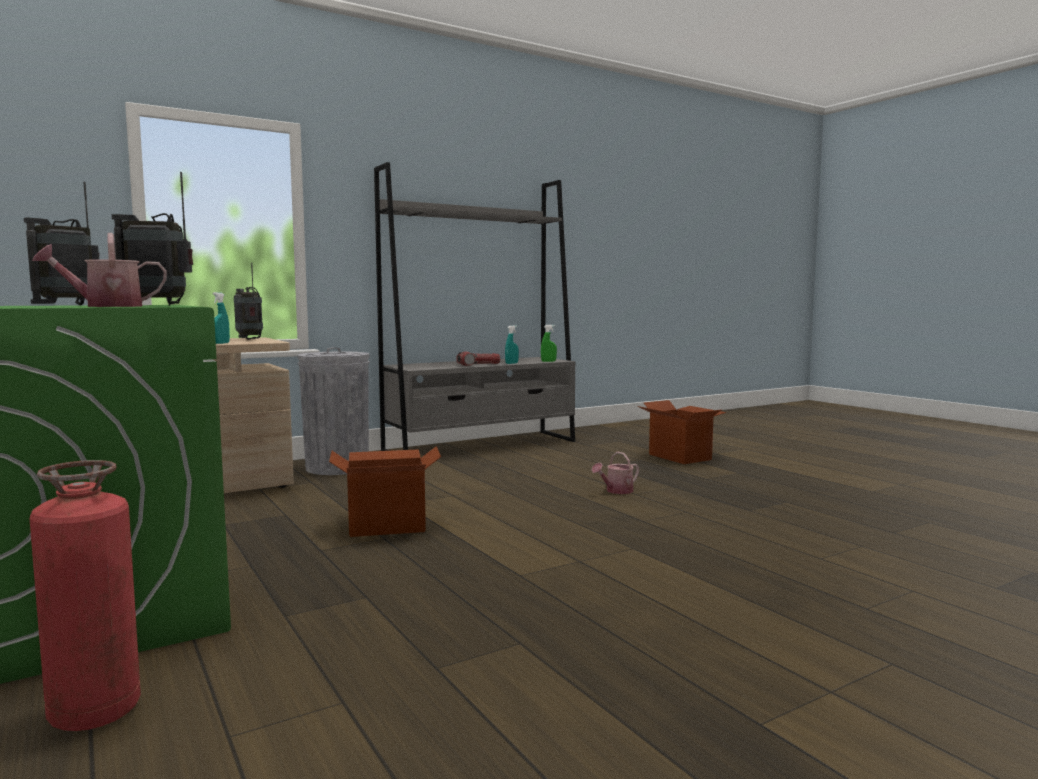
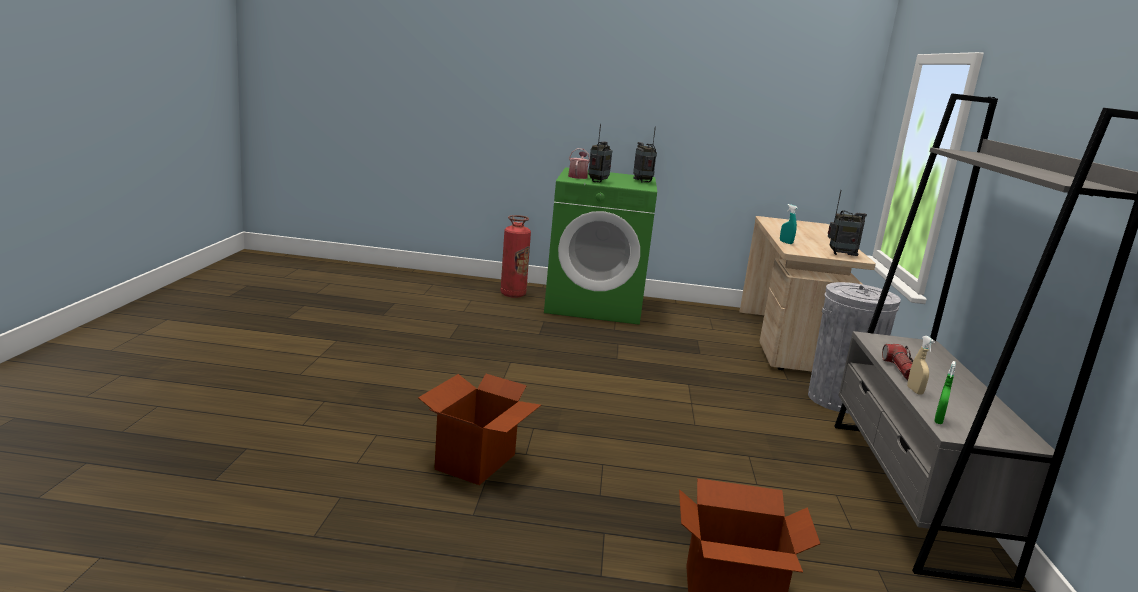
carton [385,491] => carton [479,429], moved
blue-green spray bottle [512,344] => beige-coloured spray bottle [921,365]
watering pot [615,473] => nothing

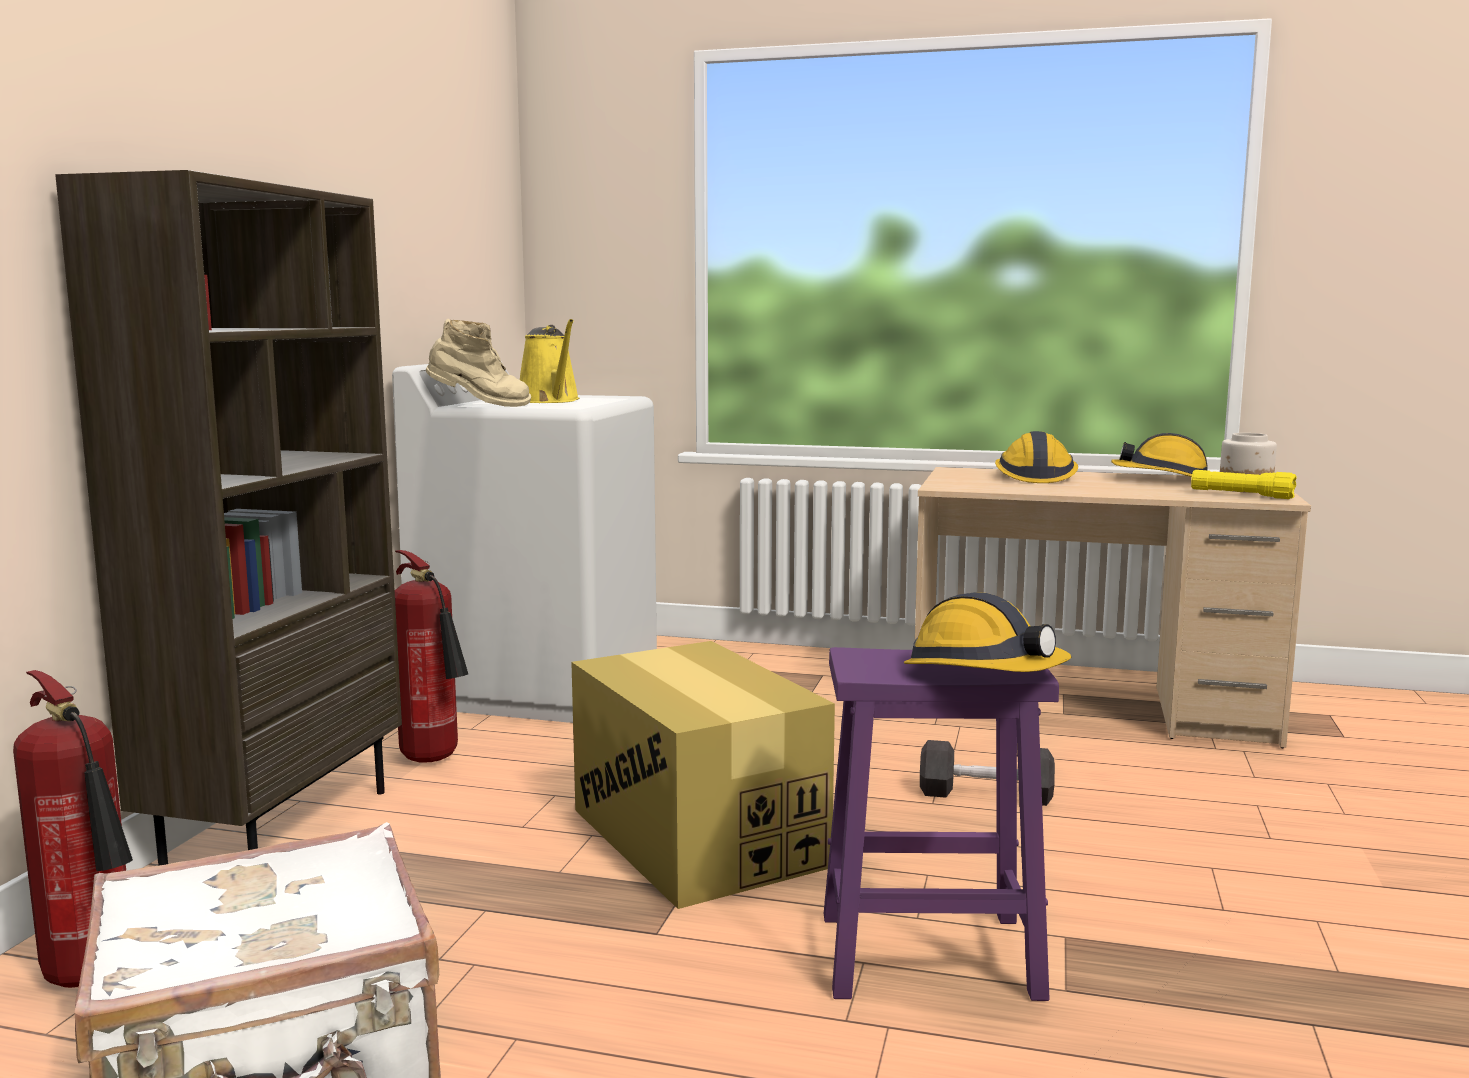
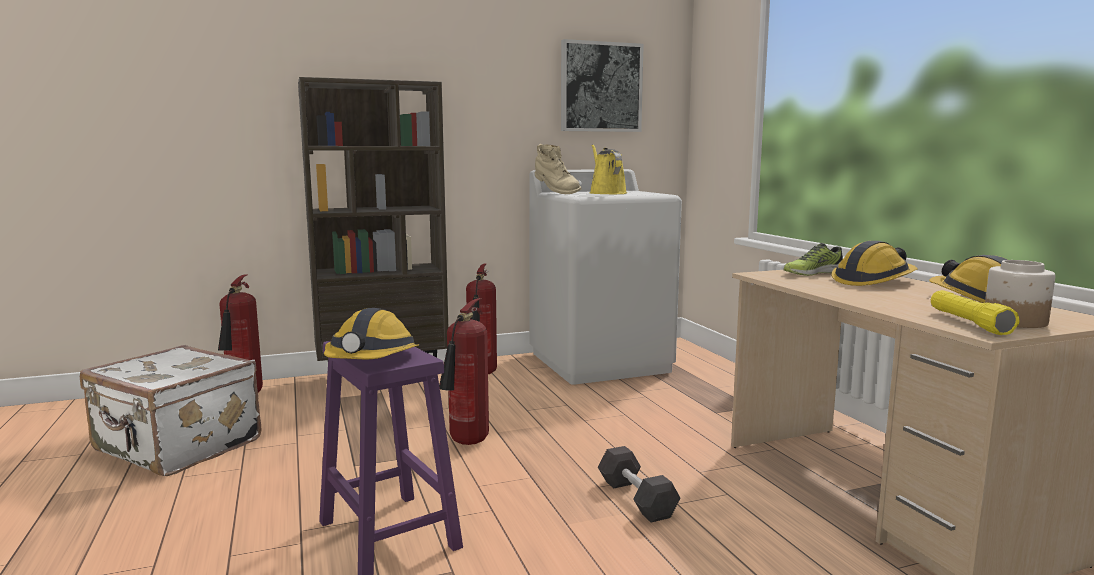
yellow watering pot [549,361] => yellow watering pot [608,169], 135 degrees clockwise
carton [703,775] => extinguisher [464,371]
nothing => picture [602,85]
nothing => low shoe [813,259]

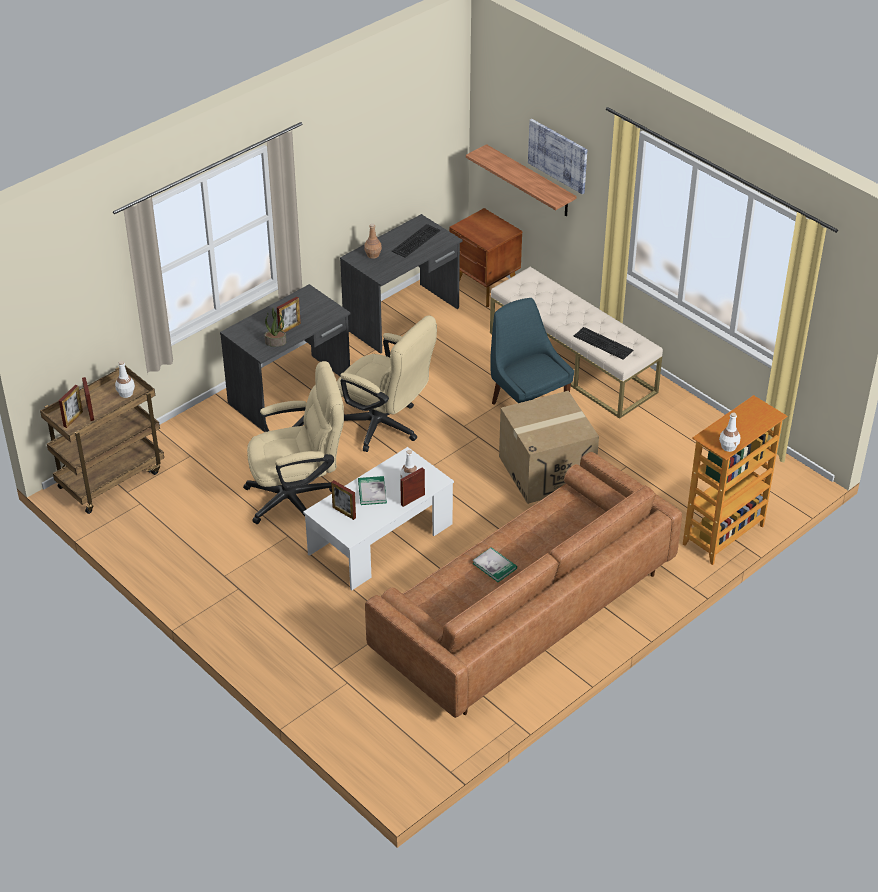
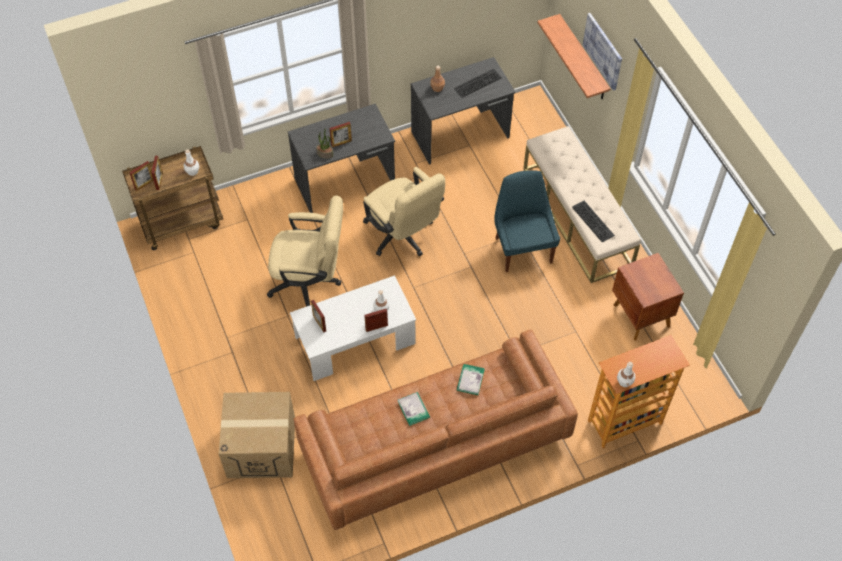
bound book [372,490] => bound book [471,379], moved
brownish bedside table [485,257] => brownish bedside table [648,296], moved
carton [549,447] => carton [257,435], moved

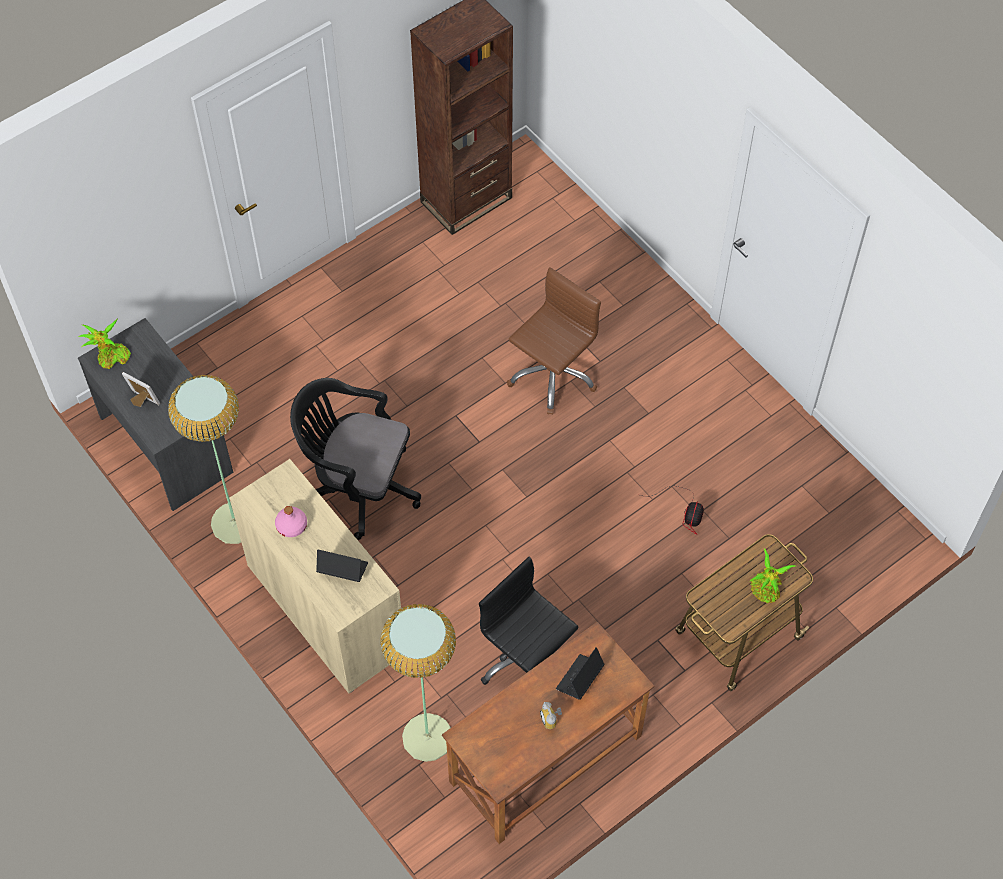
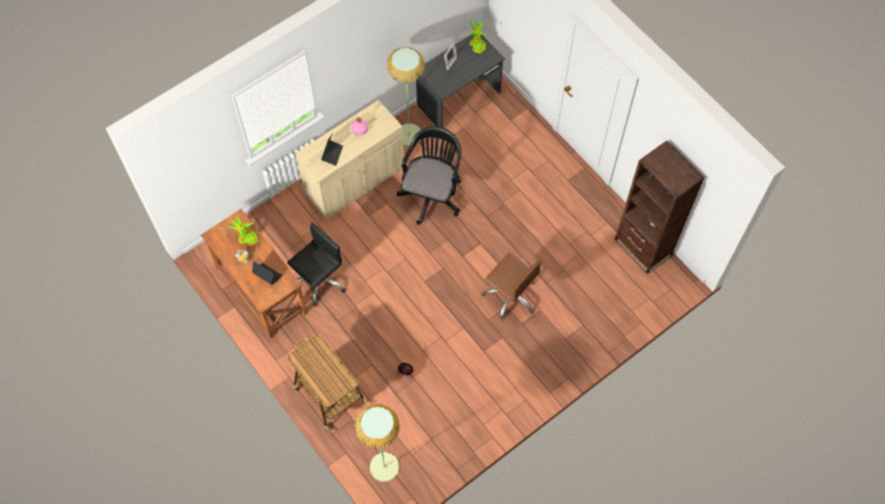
floor lamp [418,683] => floor lamp [377,443], moved
plant in a pot [772,575] => plant in a pot [243,230], moved

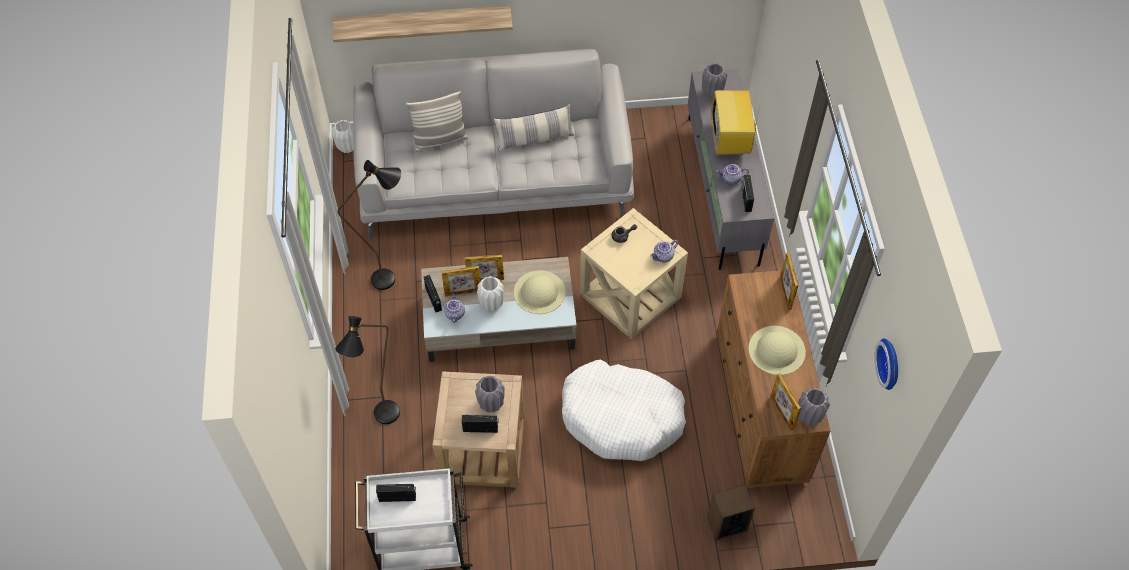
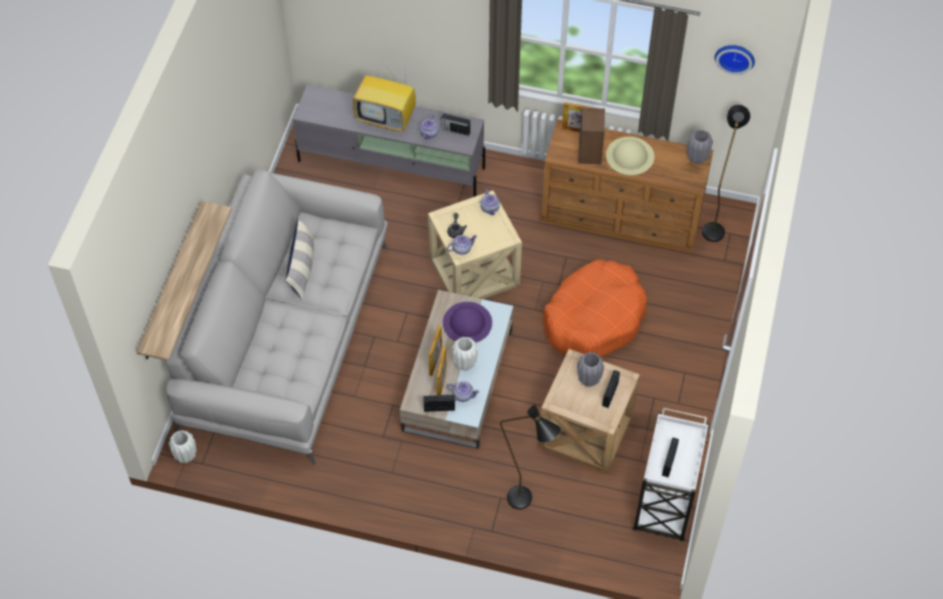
blackish floor lamp [369,225] => blackish floor lamp [726,173], moved
throw pillow [437,121] => nothing
beige-coloured wearable hat [539,292] => purple-coloured wearable hat [467,322]
whitish dog cushion [624,410] => orange dog cushion [595,308]
greyish vase [714,81] => nothing
loudspeaker [731,513] => loudspeaker [592,136], moved
picture frame [786,402] => nothing
nothing => teapot [462,245]

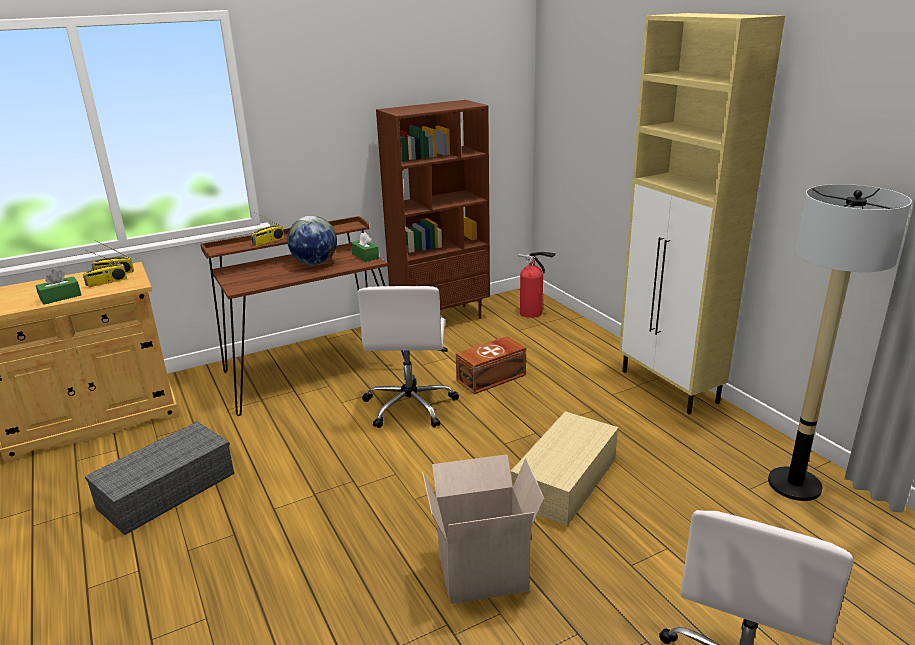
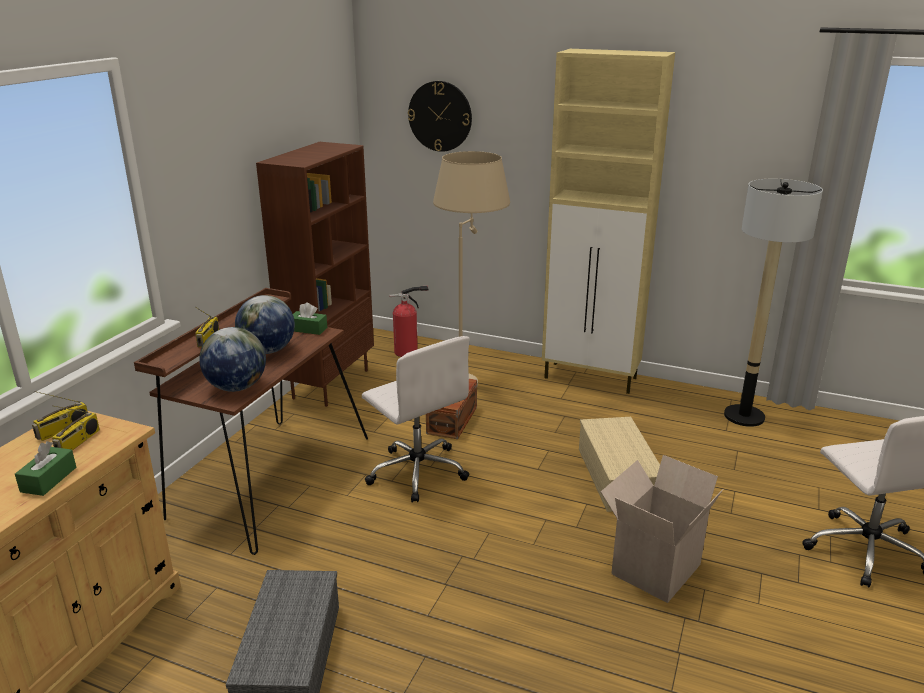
nothing => globe [232,359]
nothing => wall clock [440,116]
nothing => beige-coloured floor lamp [471,268]

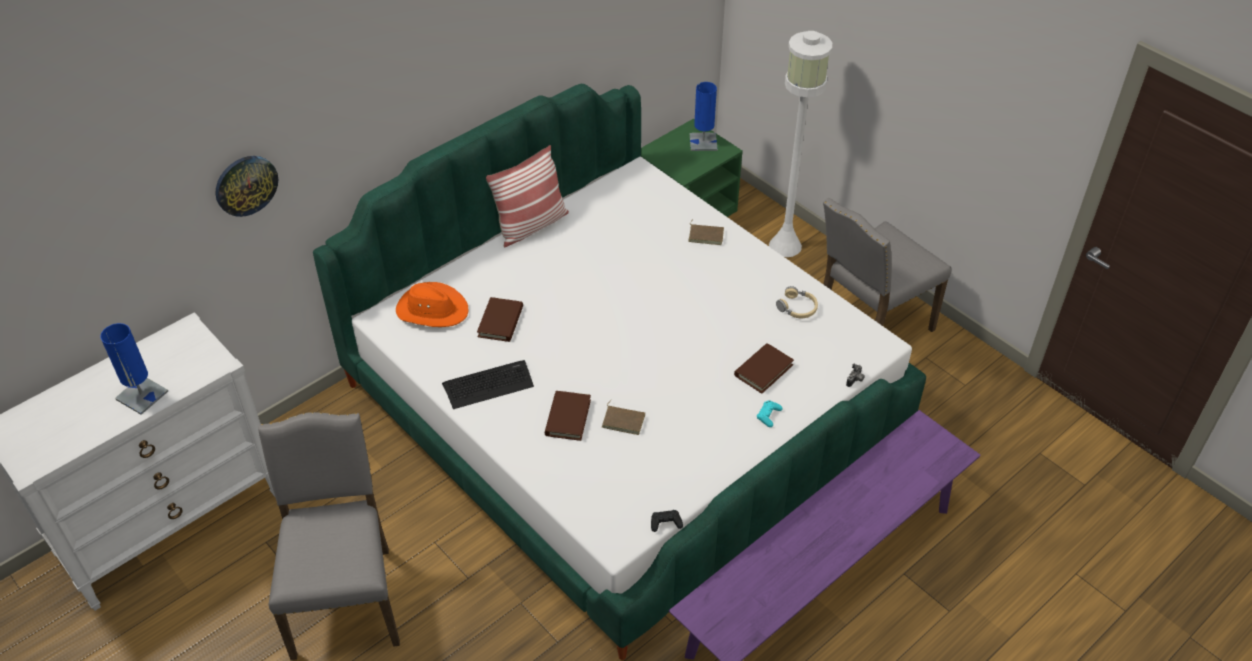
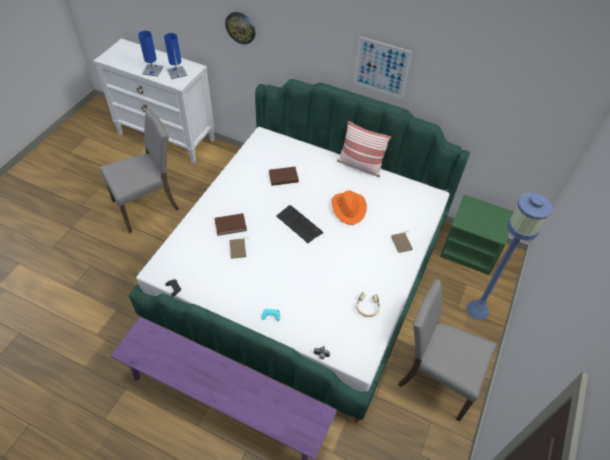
orange wearable hat [432,304] => orange wearable hat [349,207], moved
PC keyboard [488,384] => PC keyboard [299,224], moved
blue table lamp [703,116] => blue table lamp [175,56], moved
brownish bound book [764,368] => nothing
whitish floor lamp [800,144] => blue floor lamp [509,256]
nothing => picture [383,67]

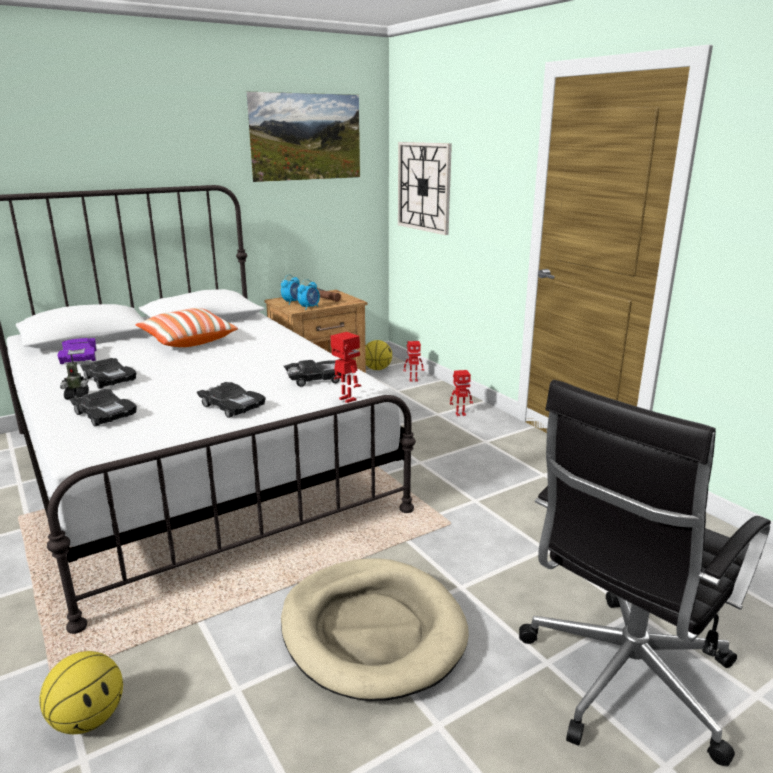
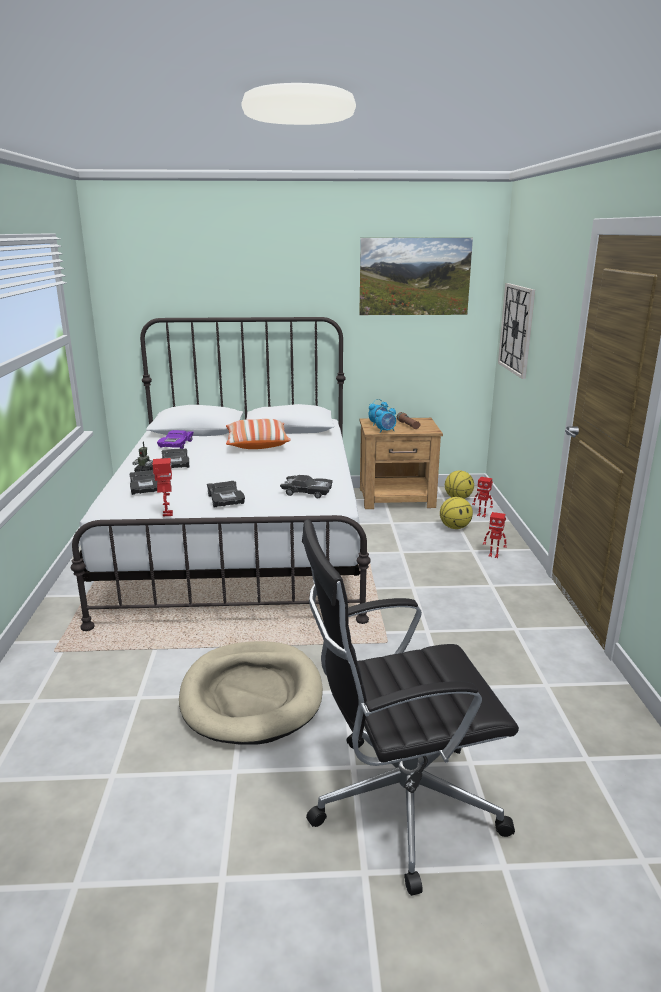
basketball ball [81,692] => basketball ball [456,513], moved
model robot [346,367] => model robot [163,487], moved

